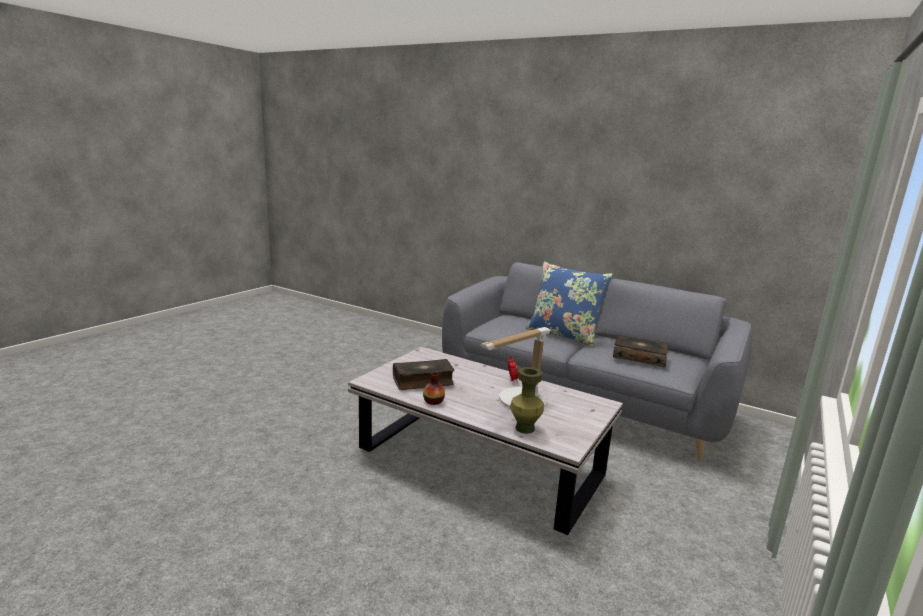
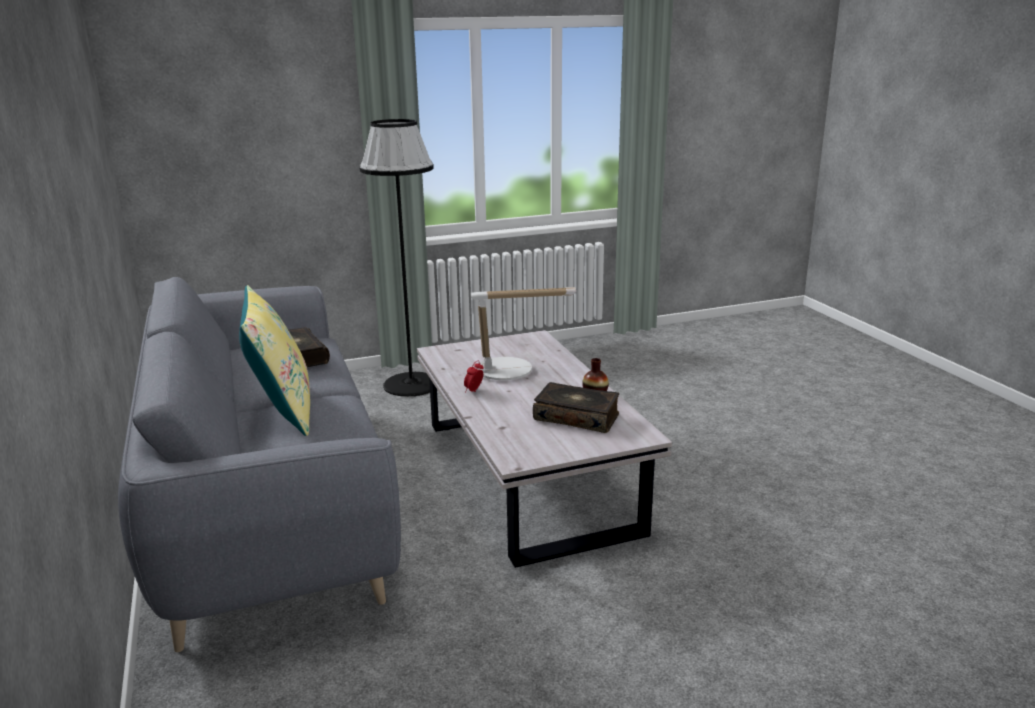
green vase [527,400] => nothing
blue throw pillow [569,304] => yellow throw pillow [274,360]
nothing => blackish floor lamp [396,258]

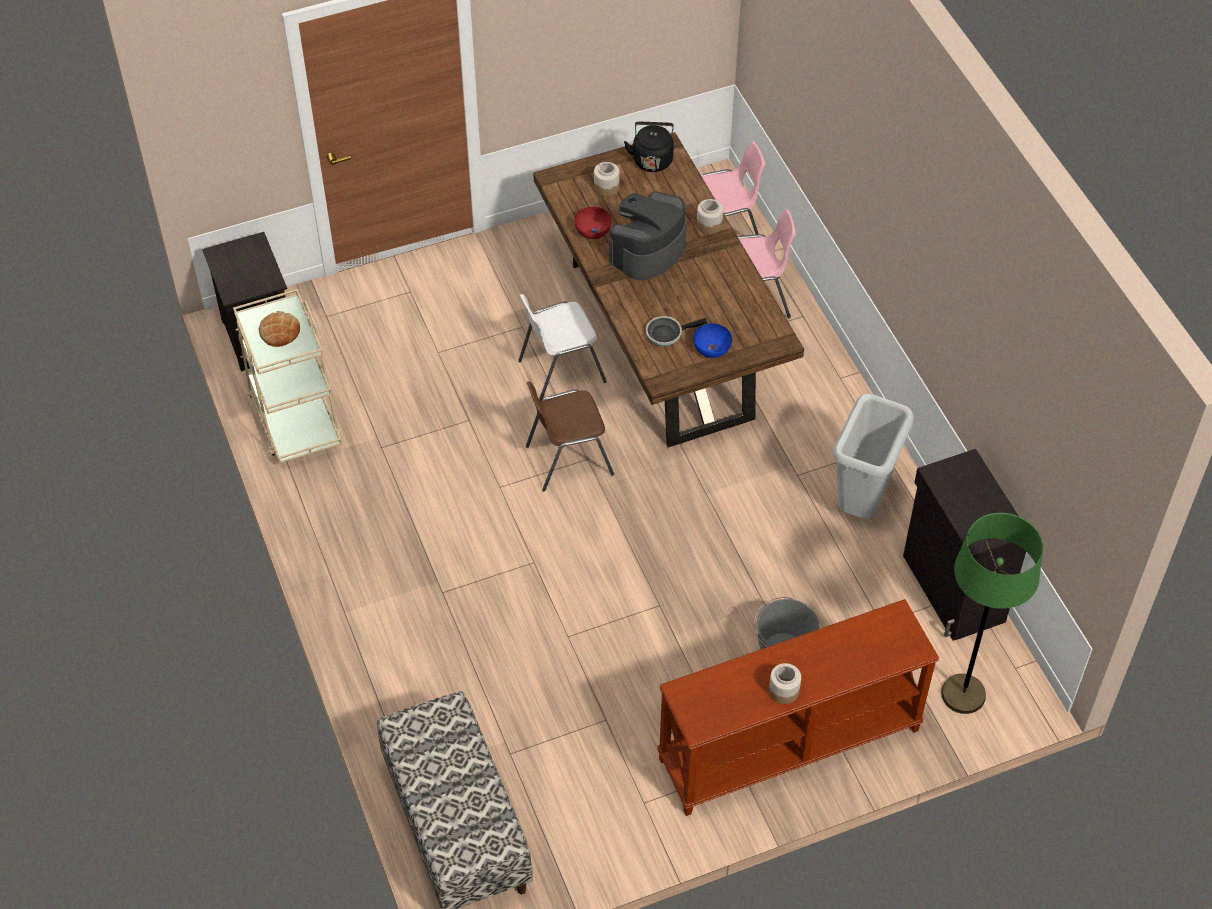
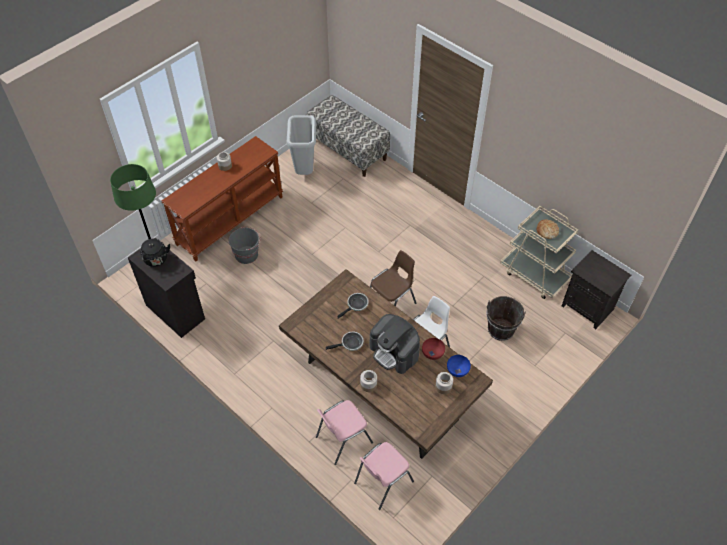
coffee maker [647,235] => coffee maker [395,344], 120 degrees clockwise
blackish kettle [649,147] => blackish kettle [155,253], moved
blue bowl [713,340] => blue bowl [459,366], moved
greyish trash can [873,456] => greyish trash can [301,145], moved
nothing => pan [345,341]
nothing => brownish pail [506,318]

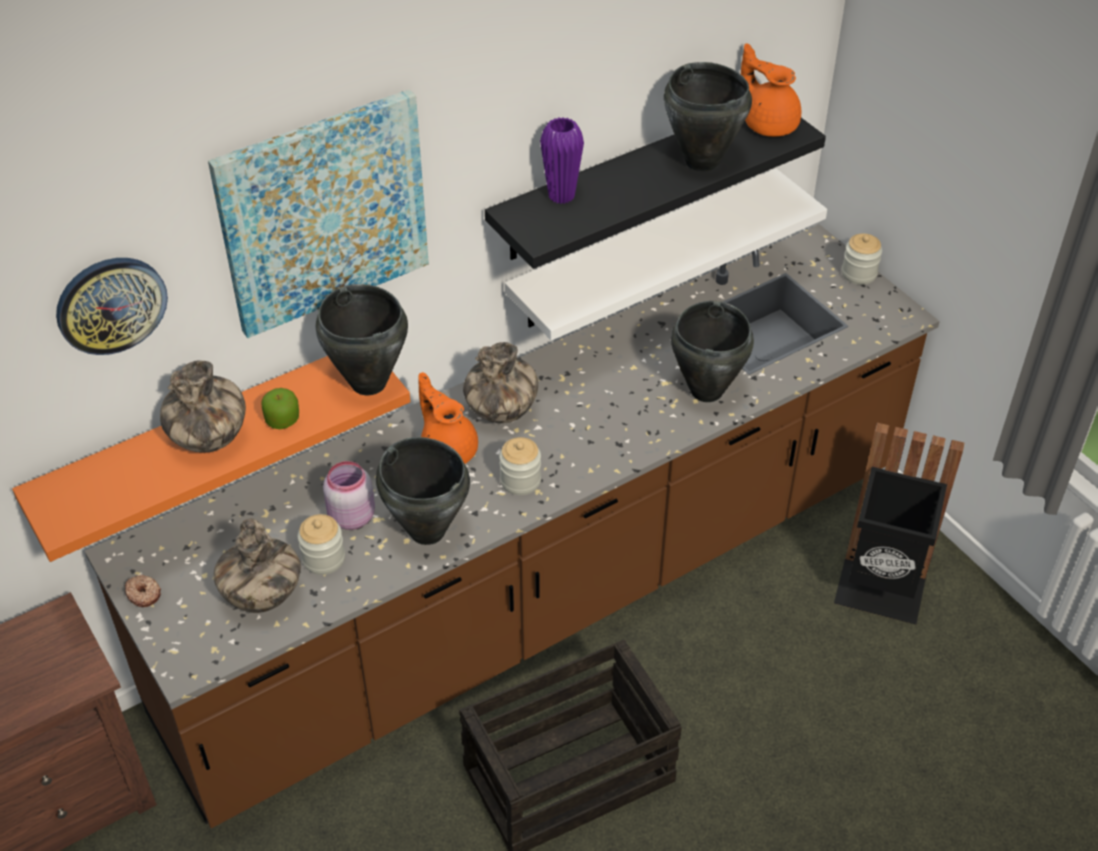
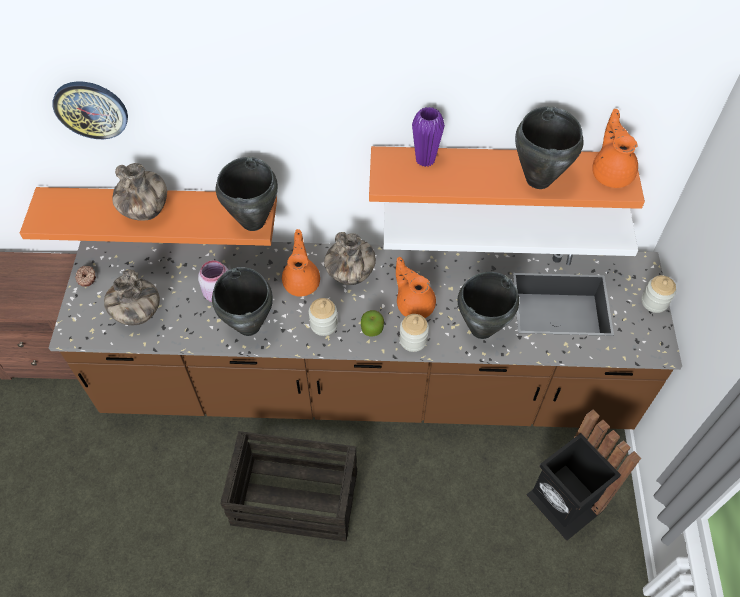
picture [318,213] => nothing
apple [280,408] => apple [372,323], moved
jar [321,544] => jar [414,333], moved
blackish shelf [655,193] => orange shelf [507,177]
nothing => orange teapot [416,287]

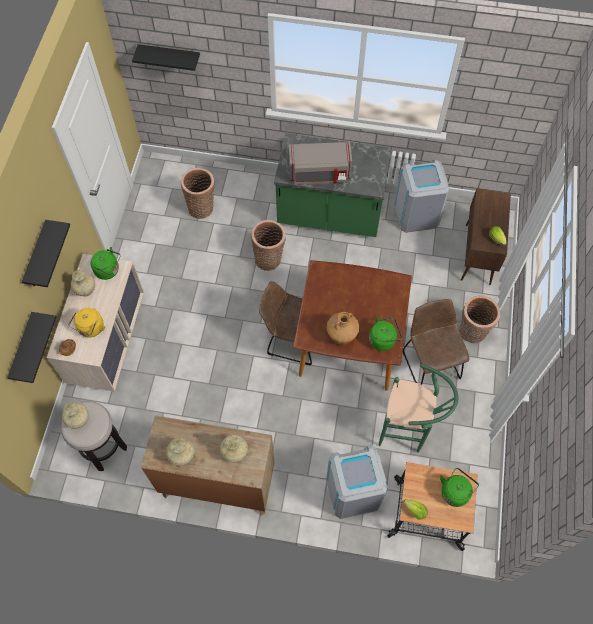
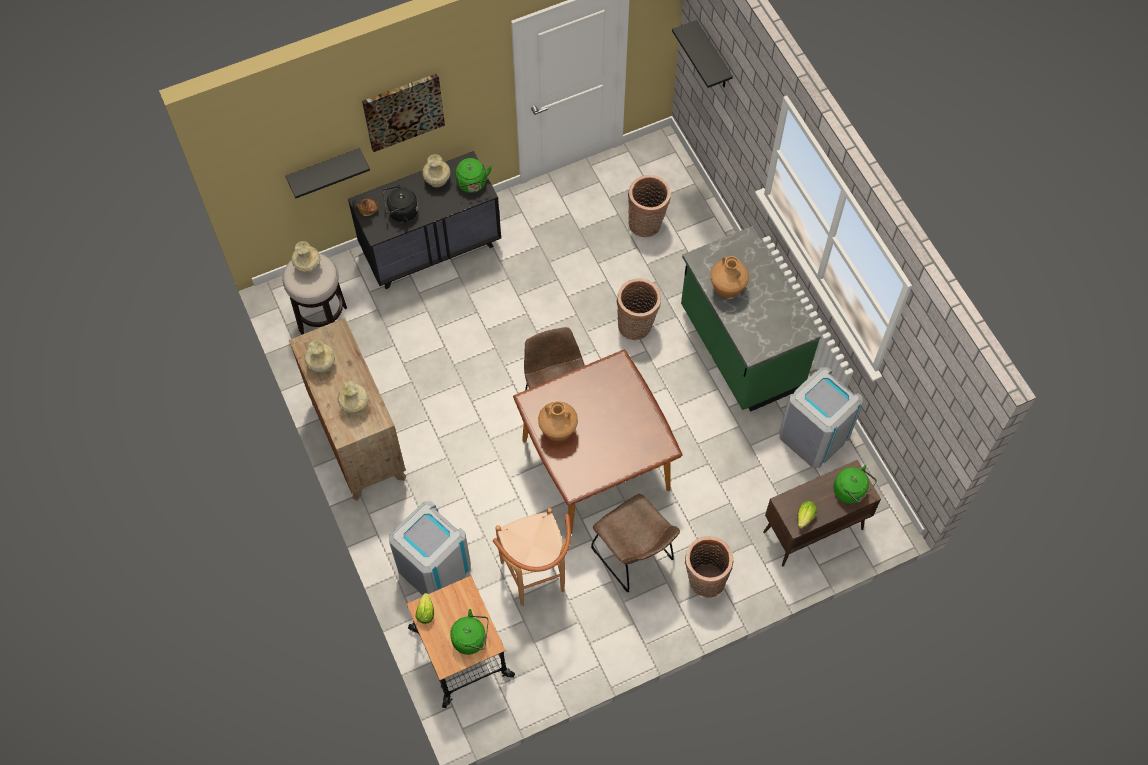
blackish shelf [46,253] => picture [403,112]
beige-coloured drawer chest [95,323] => blackish drawer chest [424,220]
yellow kettle [86,323] => blackish kettle [400,204]
greyish microwave oven [320,163] => brownish vase [729,277]
green kettle [385,333] => green kettle [855,484], moved
green stool seat [418,408] => brownish stool seat [532,557]
brownish plain chair [436,342] => brownish plain chair [635,543], 105 degrees clockwise

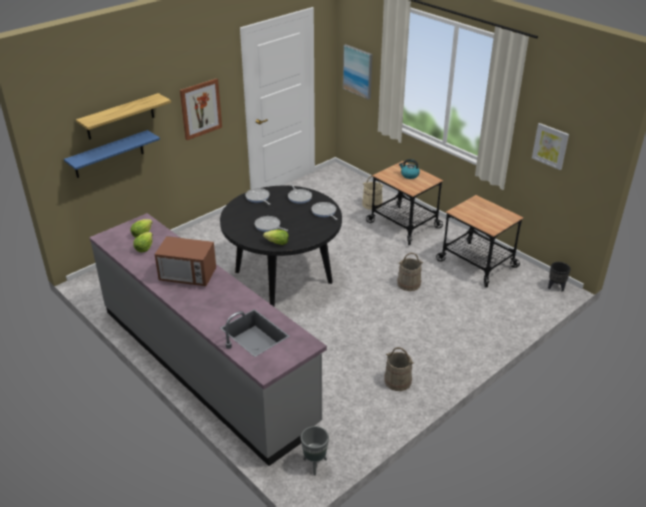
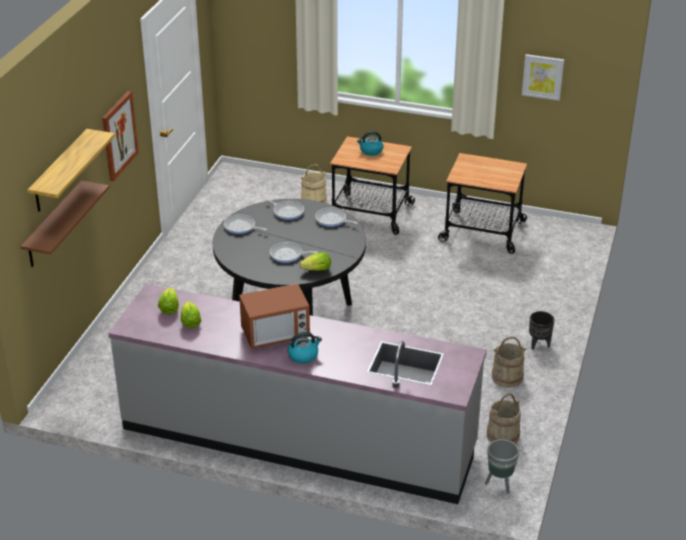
blue shelf [112,154] => brownish shelf [65,223]
picture [357,72] => nothing
beige-coloured pail [410,272] => beige-coloured pail [504,419], moved
blackish flower pot [559,277] => blackish flower pot [542,330], moved
nothing => kettle [304,348]

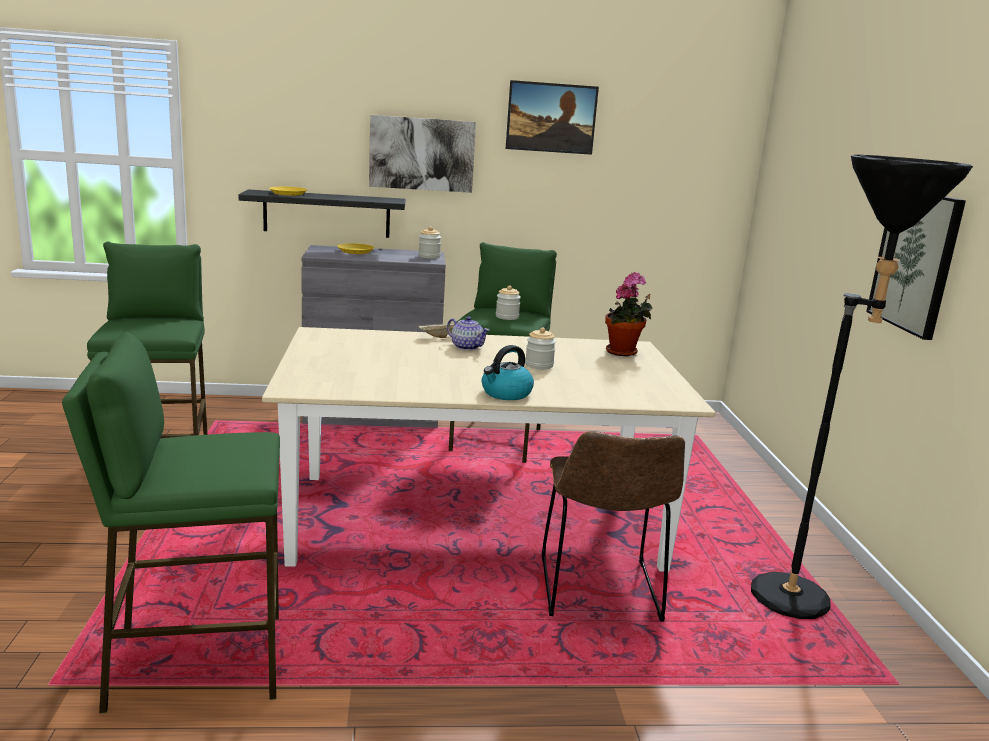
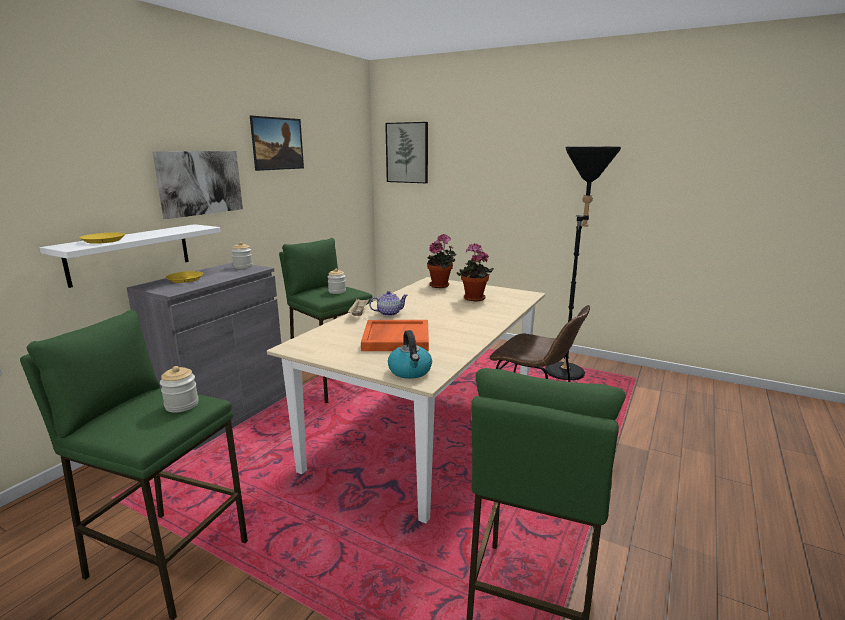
blackish shelf [322,213] => whitish shelf [130,256]
kettle [508,372] => kettle [410,354], moved
jar [540,348] => jar [179,389], moved
picture [916,268] => picture [406,152], moved
nothing => orange carrying tray [395,335]
nothing => plant in a pot [475,272]

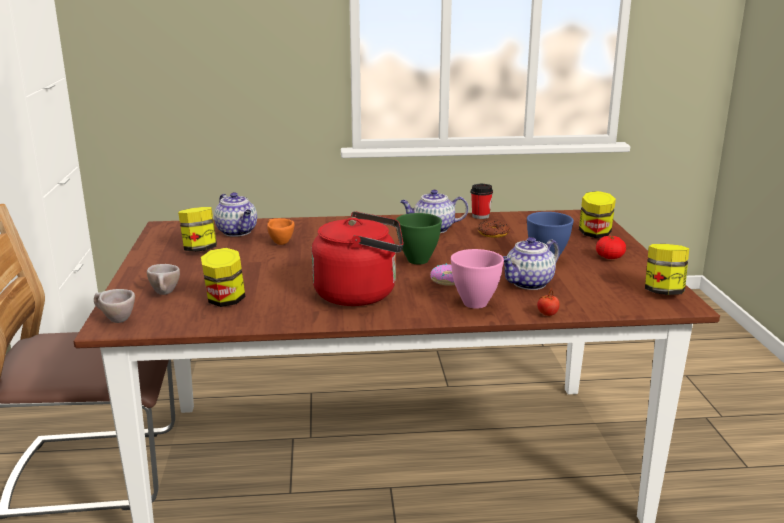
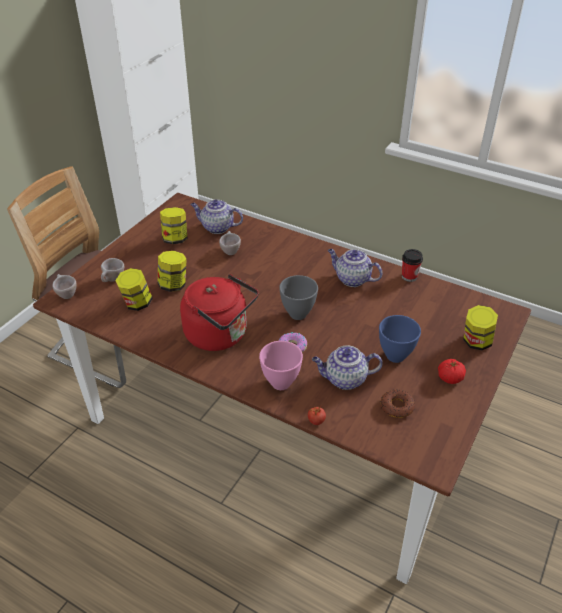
teapot [235,214] => teapot [216,217], 105 degrees clockwise
orange small cup [281,231] => beige-coloured small cup [230,243]
green bowl [419,238] => greyish bowl [298,297]
ring doughnut [493,229] => ring doughnut [398,404], moved
jar [667,269] => jar [172,271], moved

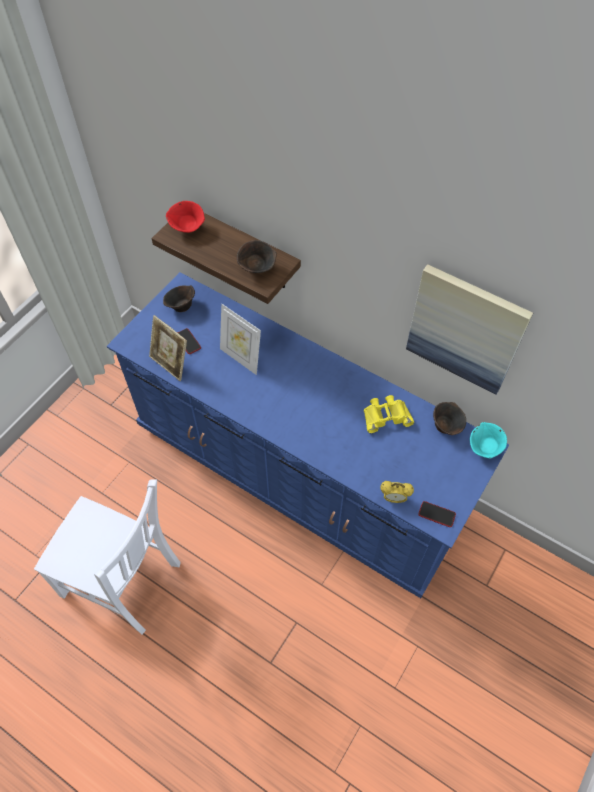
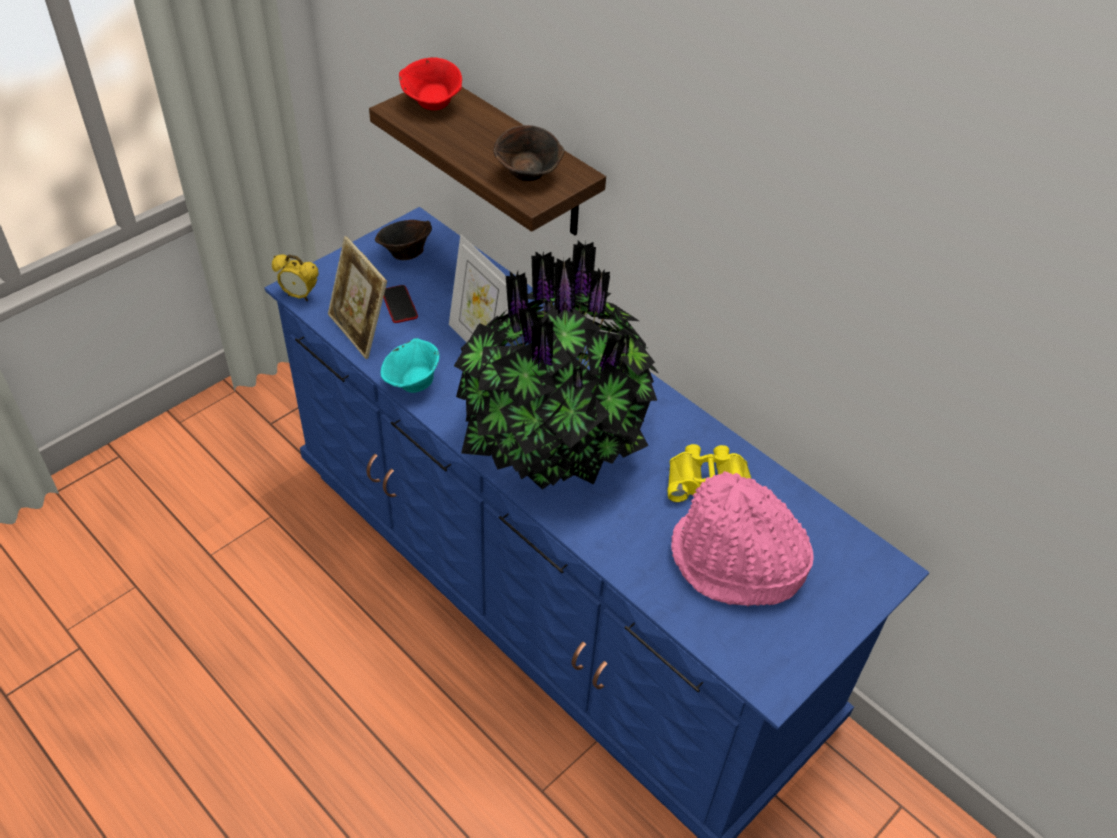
whitish plain chair [107,556] => nothing
bedside clock [397,492] => bedside clock [295,277], moved
picture [469,329] => nothing
phone [437,514] => nothing
brownish bowl [449,418] => nothing
blue-green bowl [488,440] => blue-green bowl [410,365], moved
nothing => plant in a pot [556,365]
nothing => pink wearable hat [742,538]

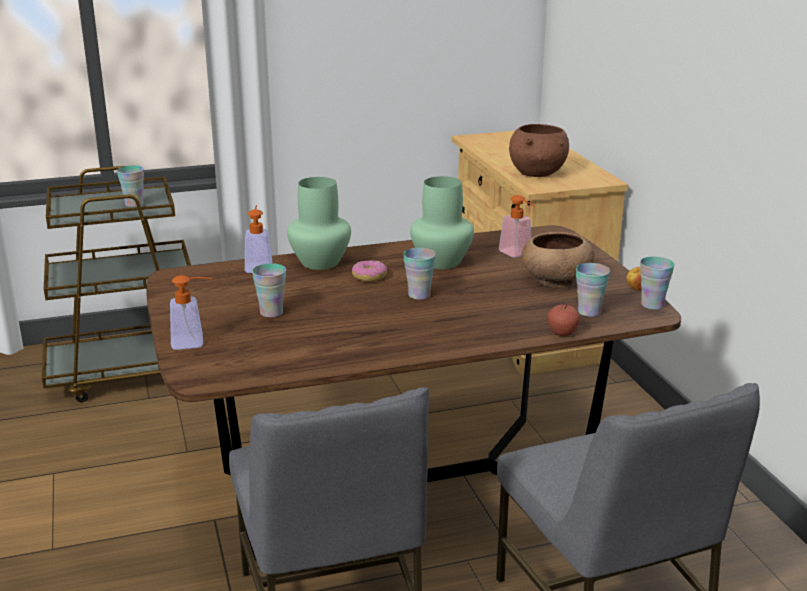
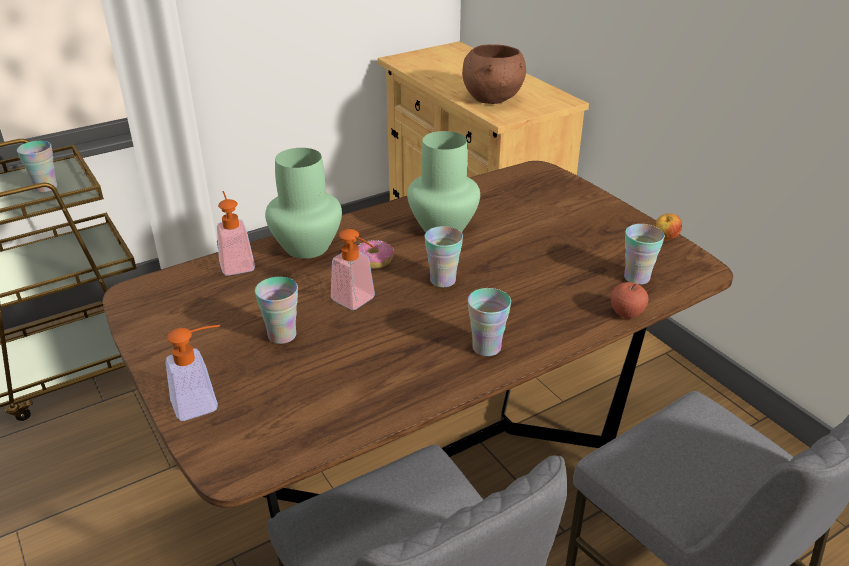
soap dispenser [517,226] => soap dispenser [353,269], moved
brownish bowl [557,259] => nothing
small cup [657,283] => small cup [489,322], moved

